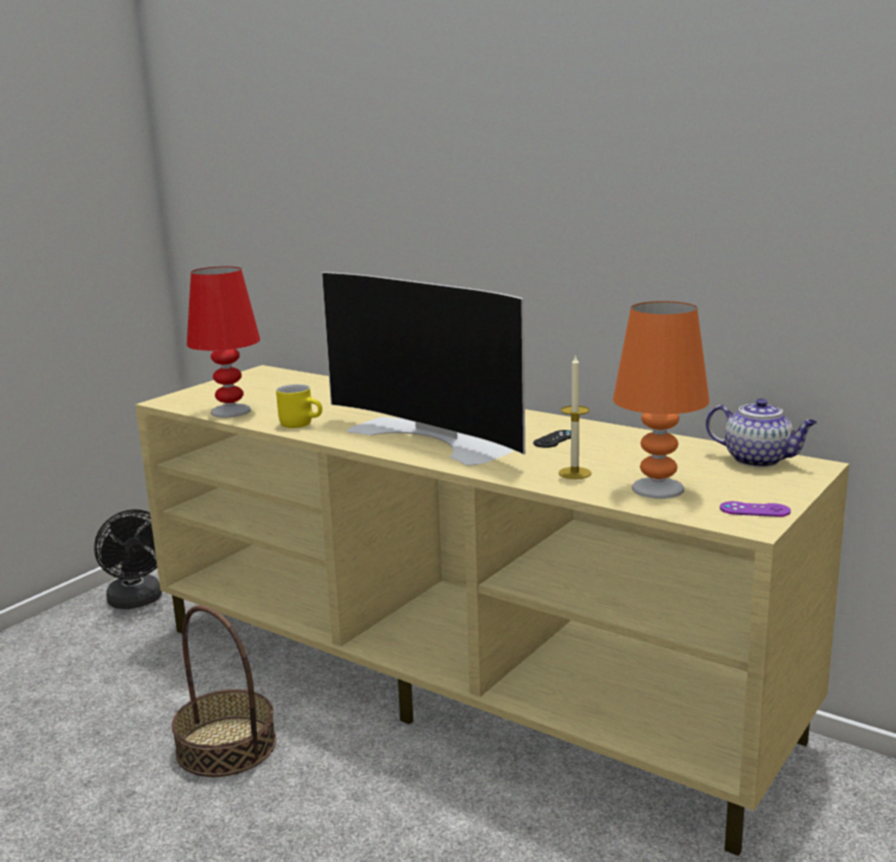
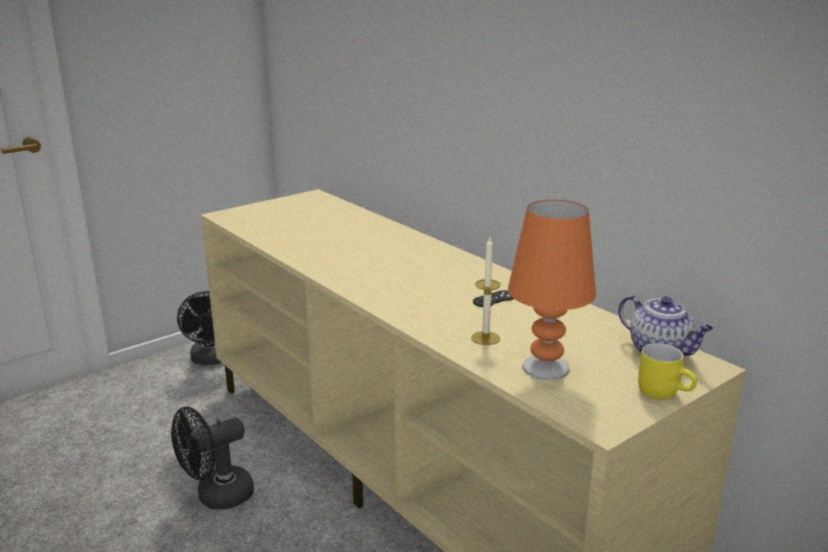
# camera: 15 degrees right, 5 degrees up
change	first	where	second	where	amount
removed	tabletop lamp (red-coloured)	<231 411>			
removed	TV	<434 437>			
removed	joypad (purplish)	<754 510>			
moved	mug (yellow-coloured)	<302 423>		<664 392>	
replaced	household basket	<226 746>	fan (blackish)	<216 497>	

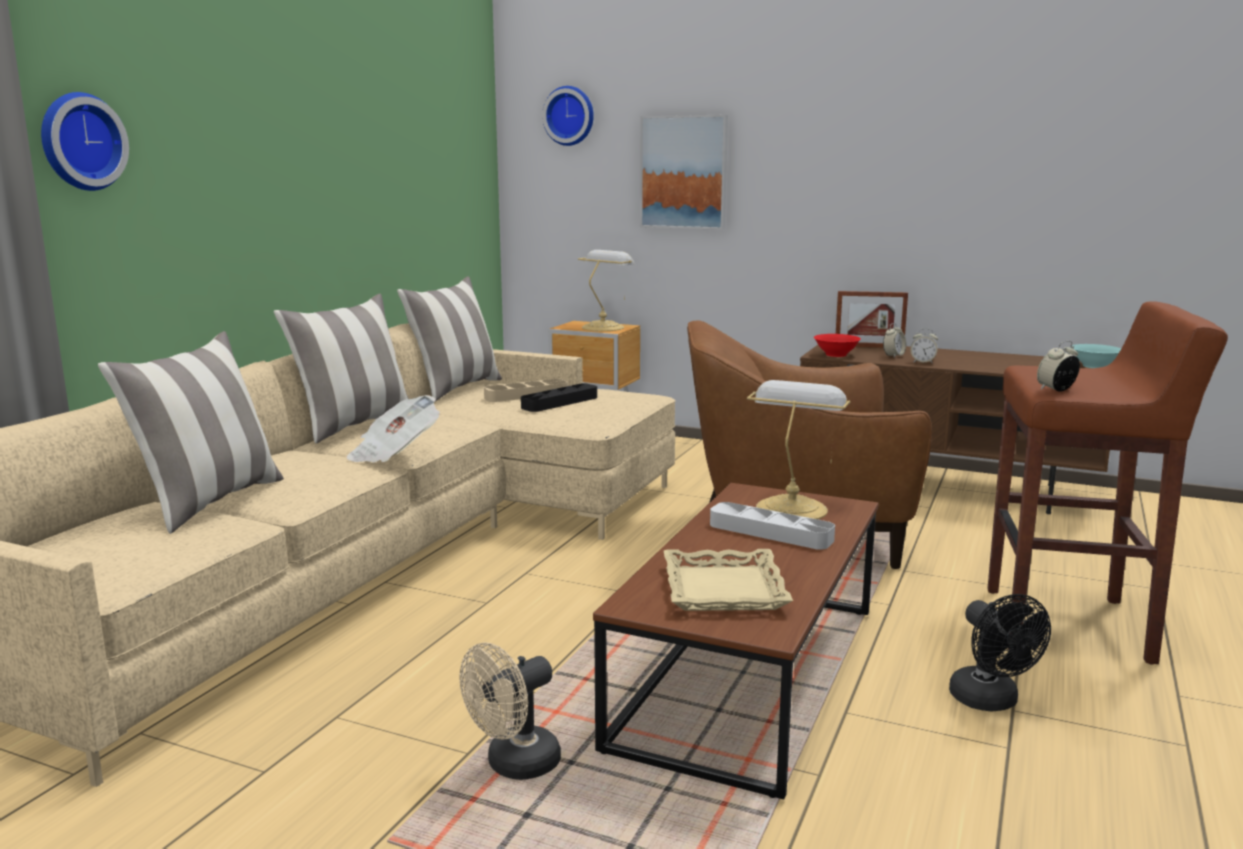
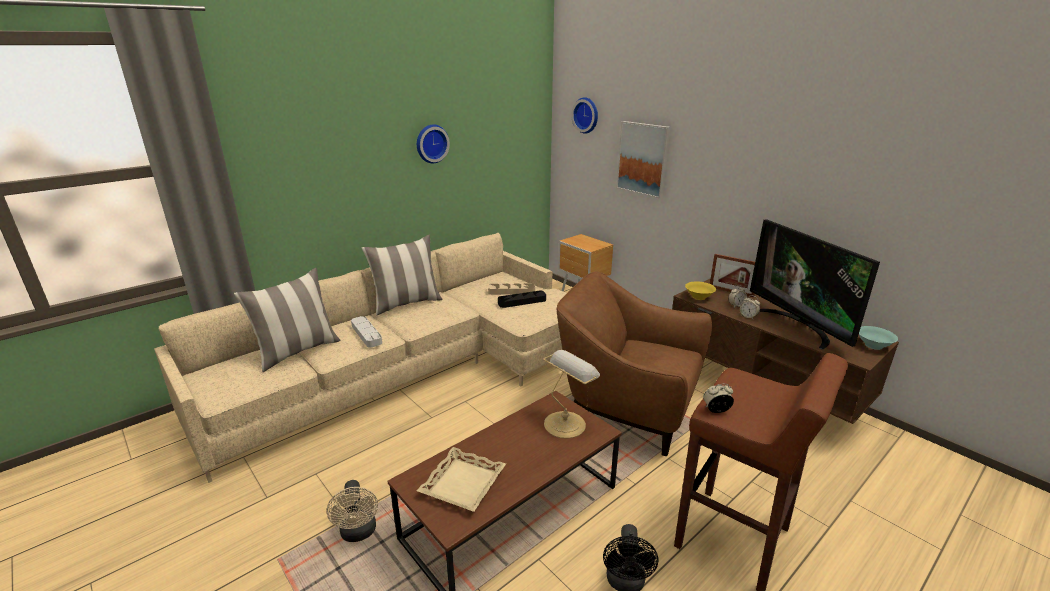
# camera: 25 degrees right, 10 degrees up
change	first	where	second	where	amount
removed	newspaper	<394 454>			
removed	throw pillow	<455 388>			
removed	tabletop lamp	<604 327>			
added			TV	<798 326>	
moved	hanging clock	<79 142>		<431 143>	
moved	tray (greyish)	<770 532>		<366 334>	
recoloured	deep dish (red-coloured)	<835 354>	deep dish (yellow-coloured)	<698 297>	
turned	fan (sand-coloured)	<514 766>		<358 533>	90 degrees counterclockwise

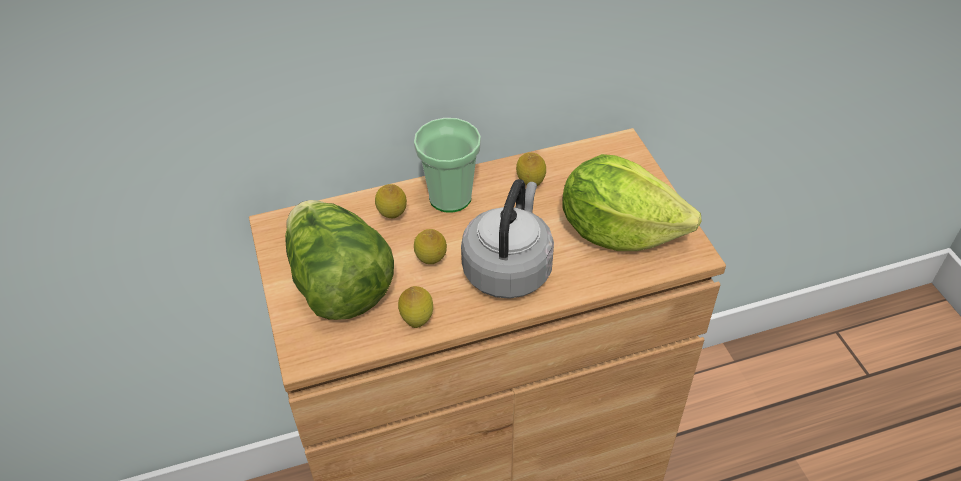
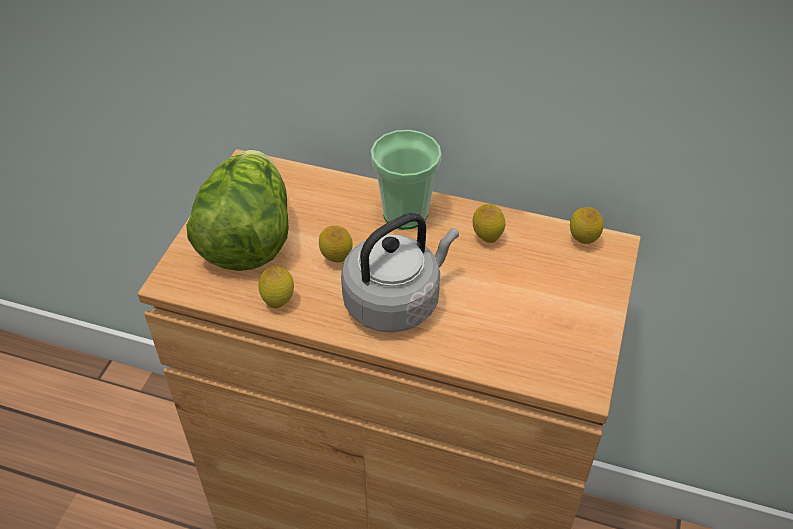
# camera: 35 degrees right, 0 degrees up
change	first	where	second	where	amount
removed	head of lettuce	<618 231>			
moved	citrus fruit	<392 216>		<582 241>	

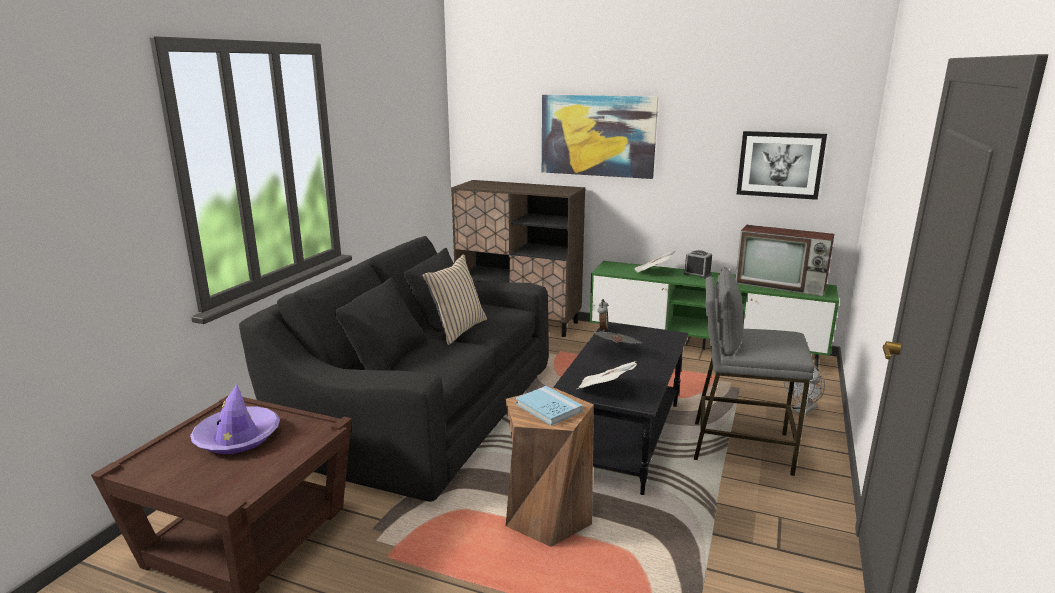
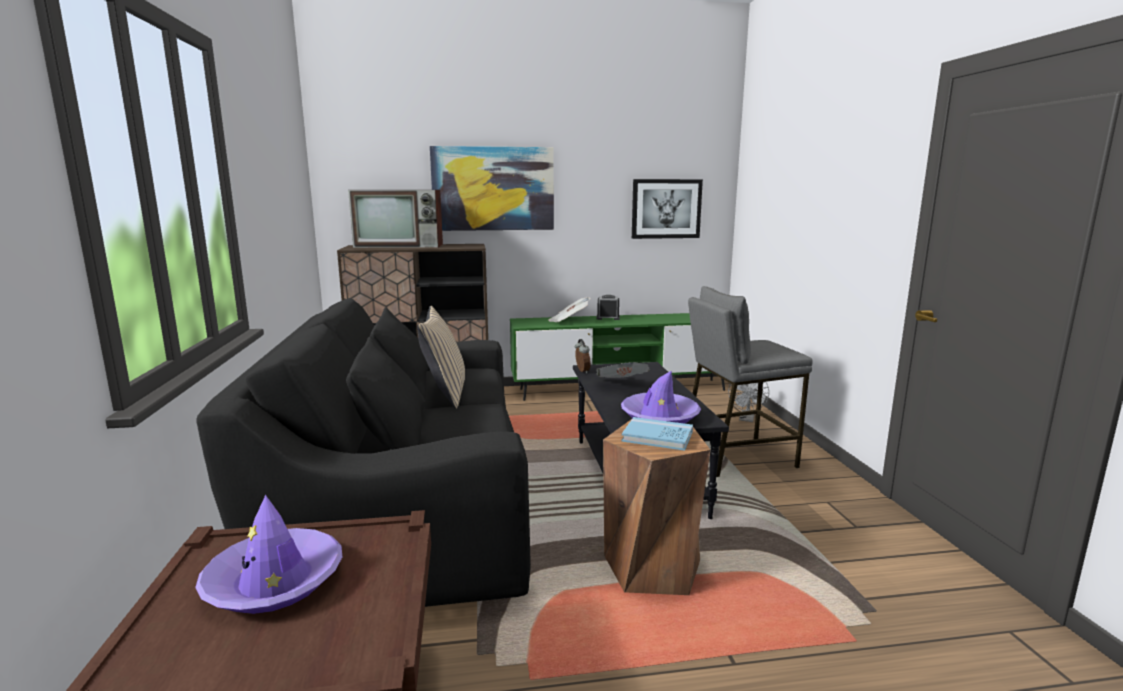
# camera: 30 degrees left, 5 degrees down
change	first	where	second	where	amount
moved	TV	<781 285>		<401 246>	
replaced	newspaper	<605 389>	clothing hat (purplish)	<659 417>	

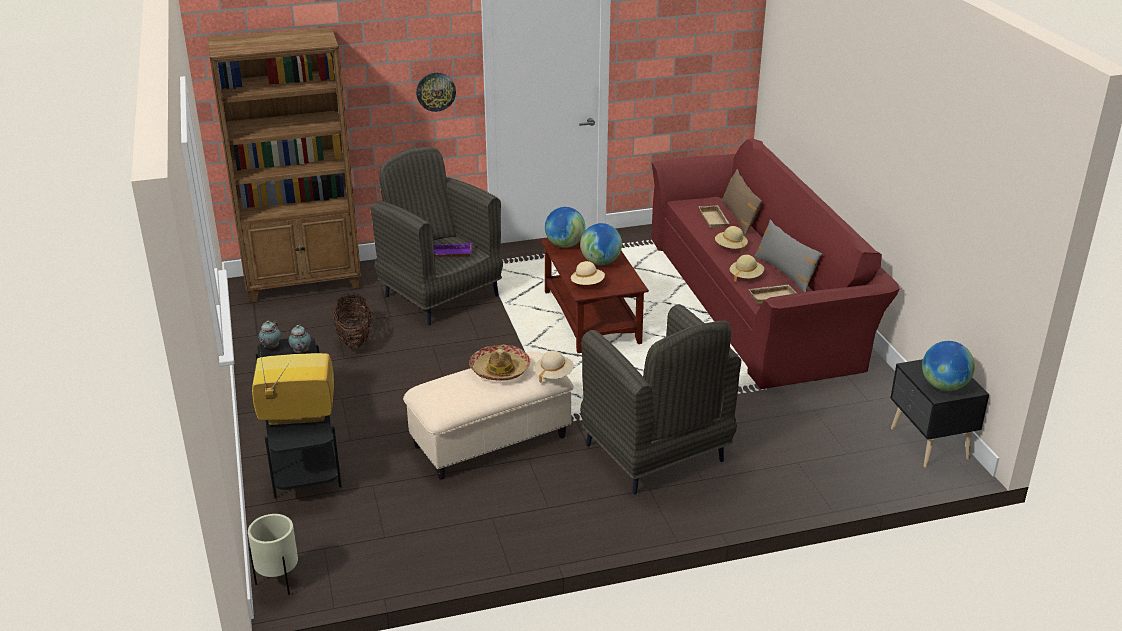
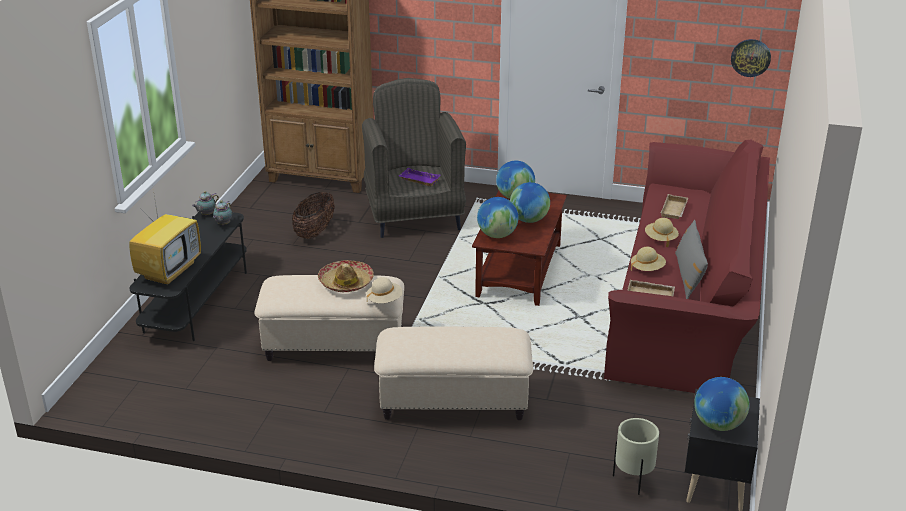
# camera: 30 degrees right, 0 degrees up
change	first	where	second	where	amount
removed	throw pillow (brownish)	<739 218>			
moved	flower pot (sand-coloured)	<279 582>		<633 481>	
moved	hanging clock	<435 91>		<750 57>	
replaced	clothing hat (sand-coloured)	<587 284>	world globe	<497 235>	
replaced	easy chair (greyish)	<656 454>	footrest (sand-coloured)	<453 401>	
turned	TV	<296 416>		<169 271>	90 degrees clockwise

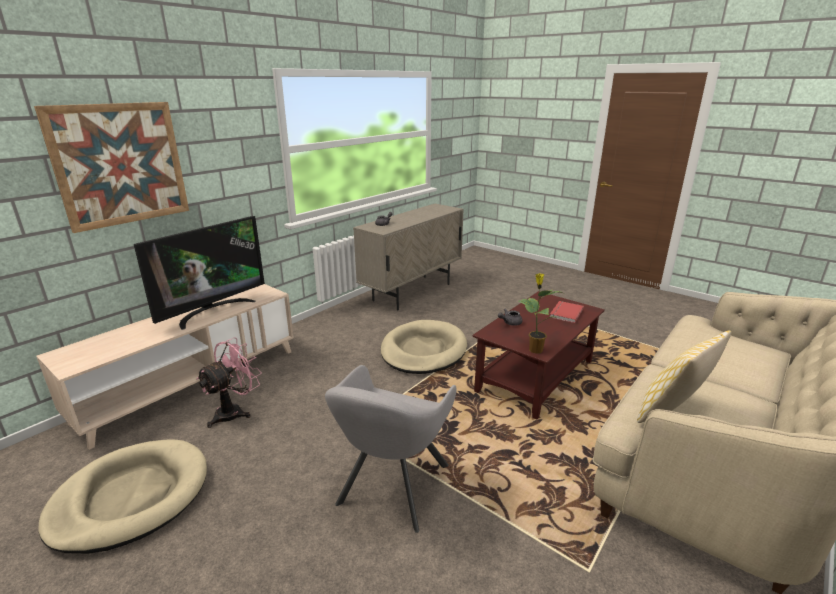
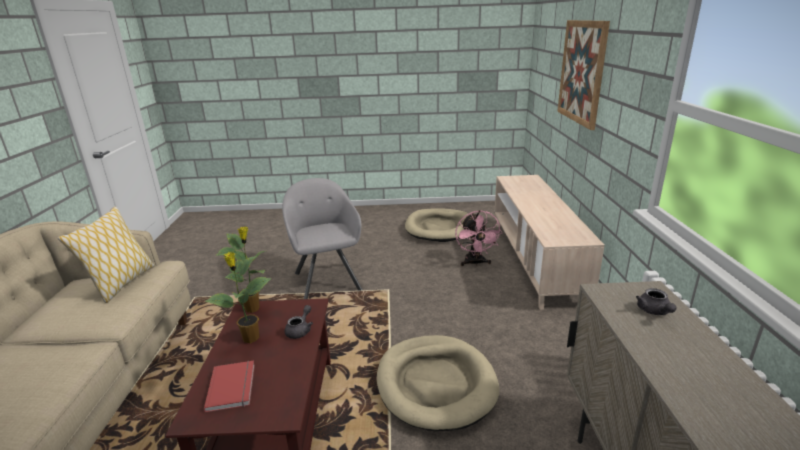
# camera: 140 degrees right, 0 degrees up
change	first	where	second	where	amount
removed	TV	<212 311>			
added			houseplant	<250 338>	

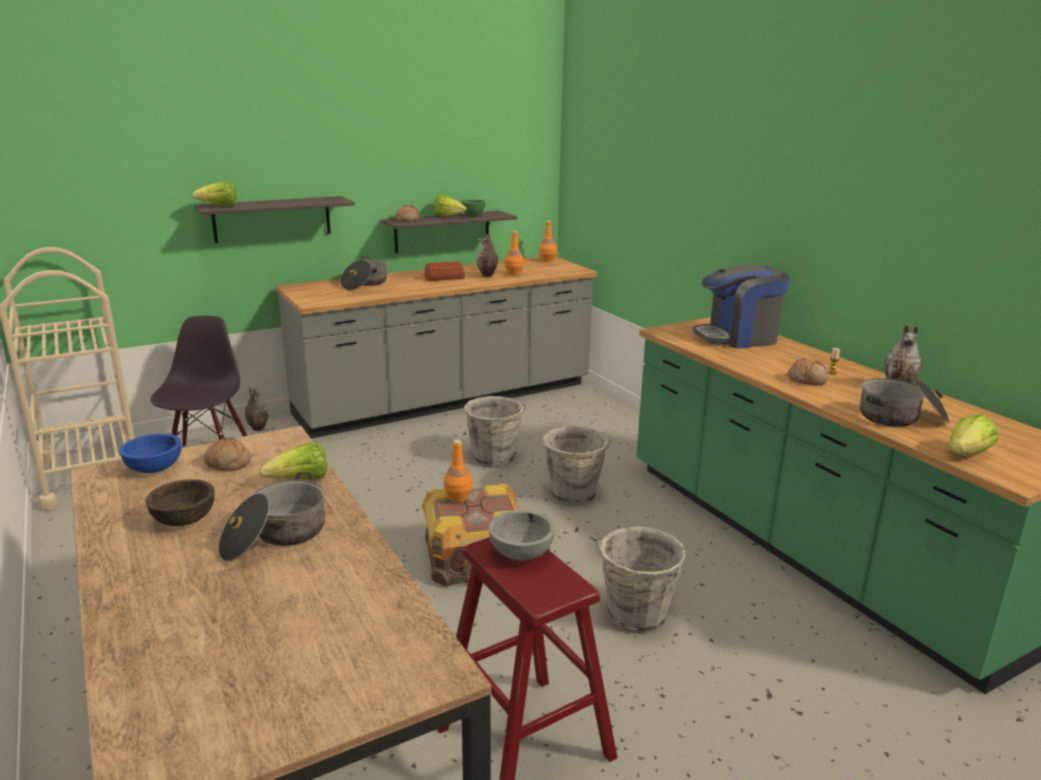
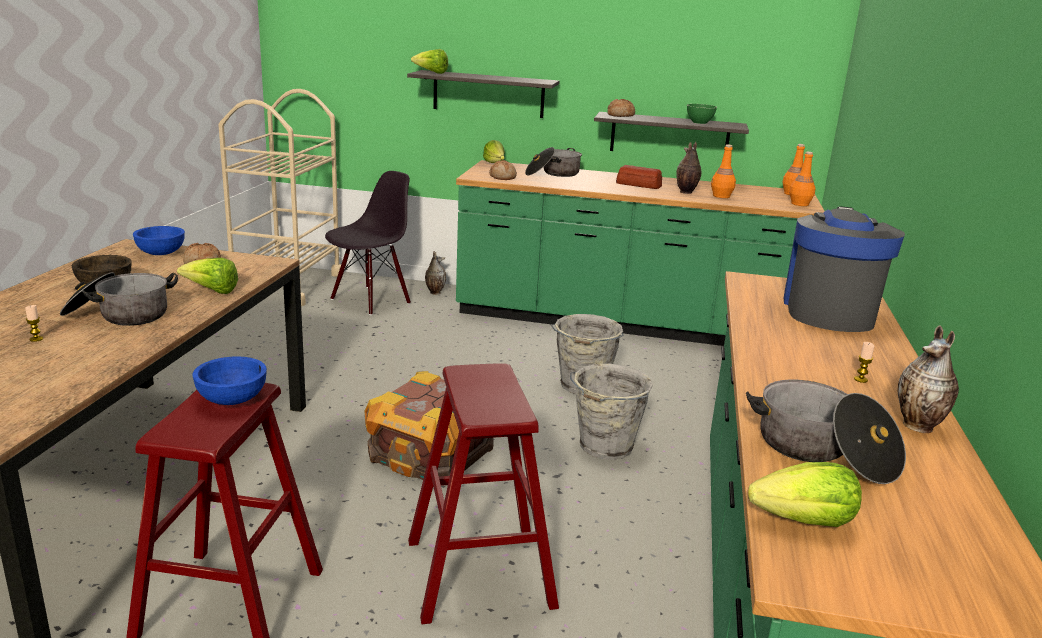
# camera: 40 degrees right, 0 degrees up
change	first	where	second	where	amount
added			wax candle	<36 339>	
moved	head of lettuce	<448 217>		<495 164>	
moved	drink bottle (orange-coloured)	<458 497>		<799 204>	
moved	bakery bread	<807 380>		<502 177>	
replaced	bucket (greyish)	<635 617>	sitting stool (red-coloured)	<479 573>	
recoloured	counter (greyish)	<446 400>	counter (green)	<623 322>	
recoloured	deep dish (greyish)	<521 553>	deep dish (bluish)	<232 400>	
turned	coffee brewer	<738 338>		<829 311>	75 degrees clockwise

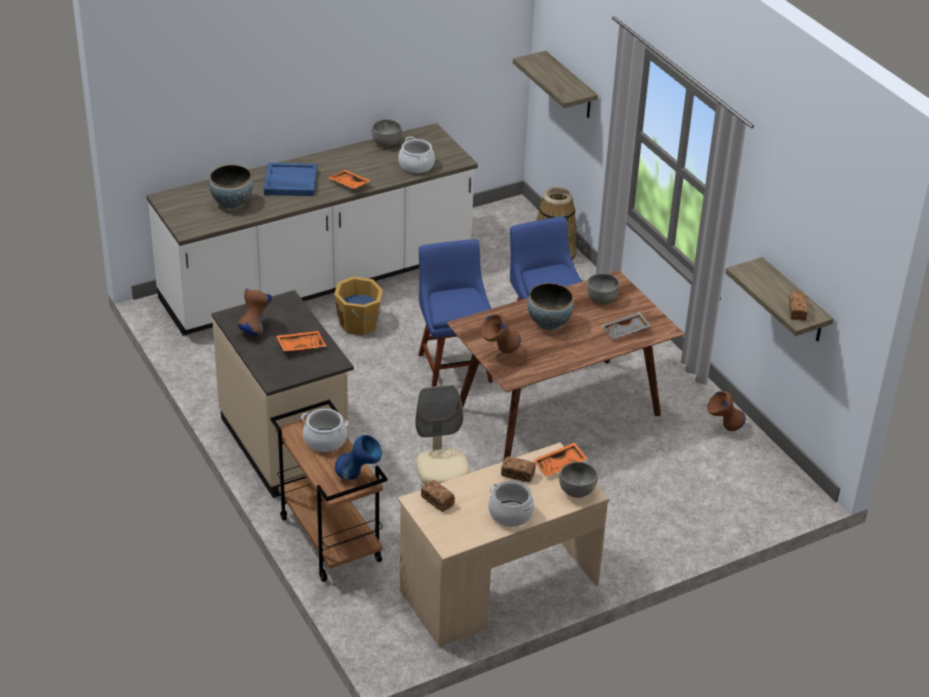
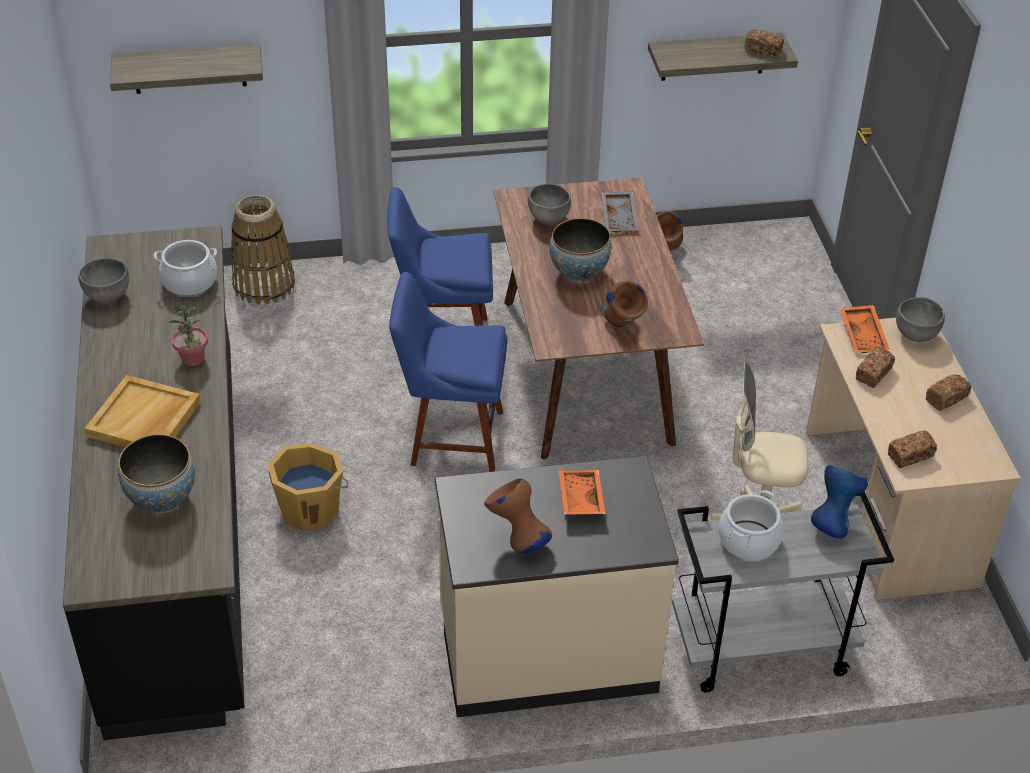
# camera: 70 degrees left, 5 degrees up
change	first	where	second	where	amount
replaced	tray (orange-coloured)	<348 184>	houseplant	<193 359>	
replaced	saucepot	<511 514>	bakery bread	<946 398>	
recoloured	counter (white-coloured)	<318 280>	counter (blackish)	<178 529>	
recoloured	tray (bluish)	<290 182>	tray (sand-coloured)	<144 420>	
recoloured	cart (brownish)	<328 539>	cart (greyish)	<760 649>	

